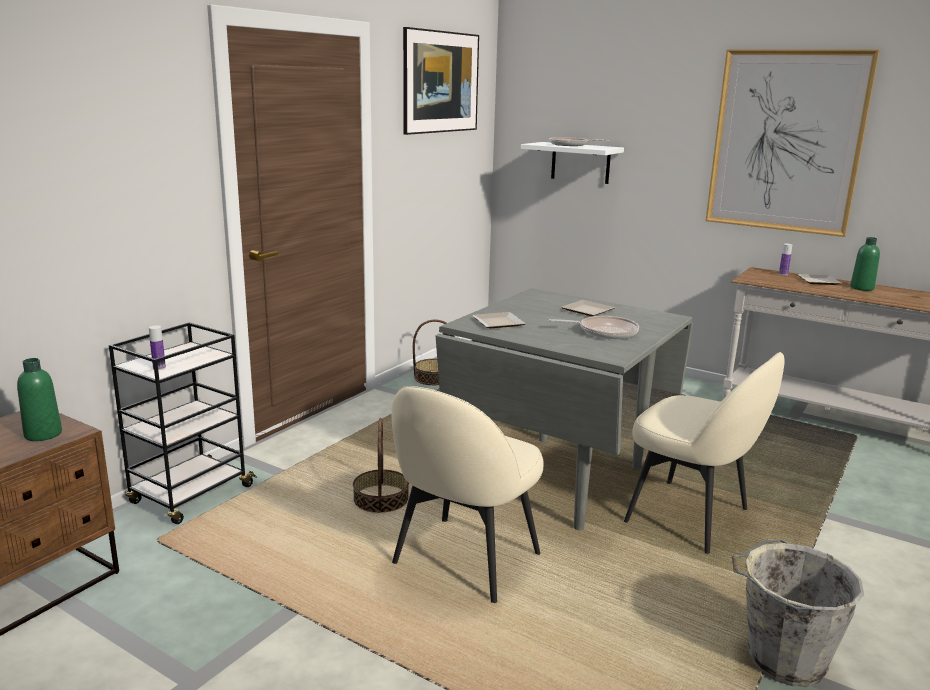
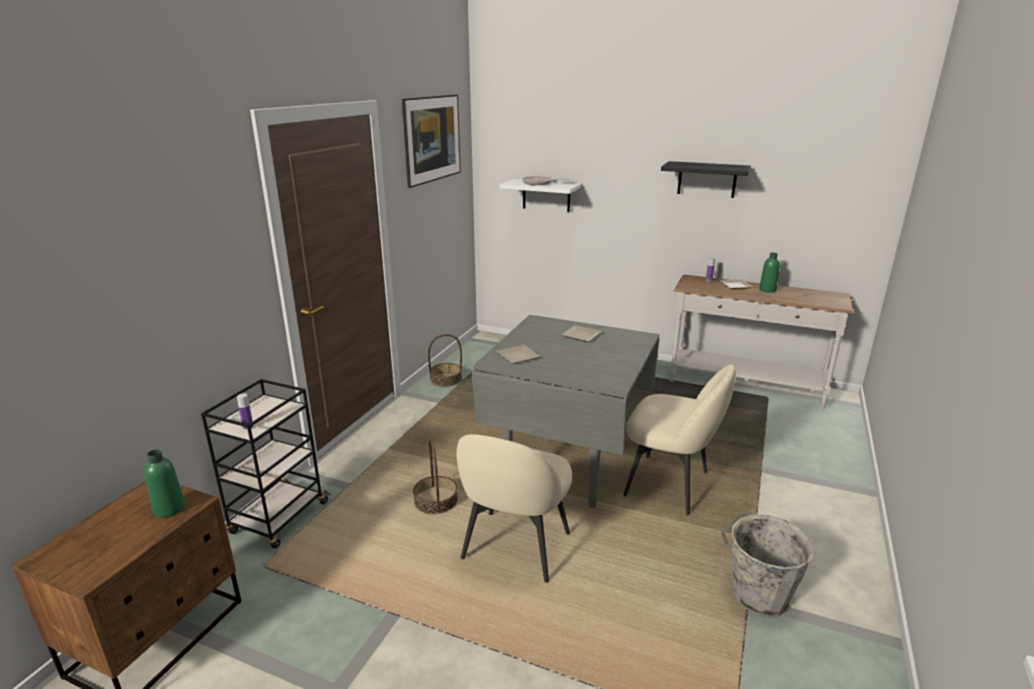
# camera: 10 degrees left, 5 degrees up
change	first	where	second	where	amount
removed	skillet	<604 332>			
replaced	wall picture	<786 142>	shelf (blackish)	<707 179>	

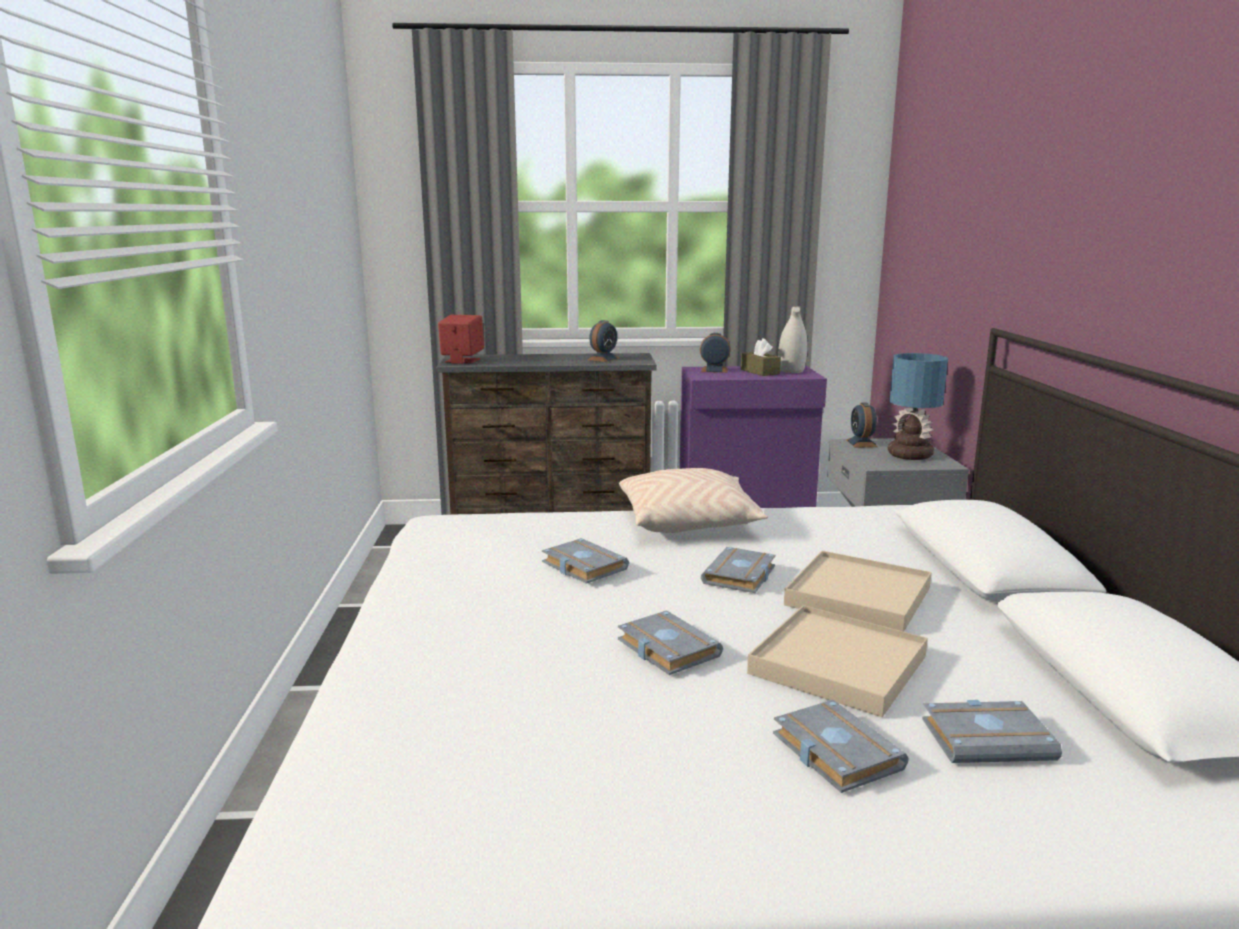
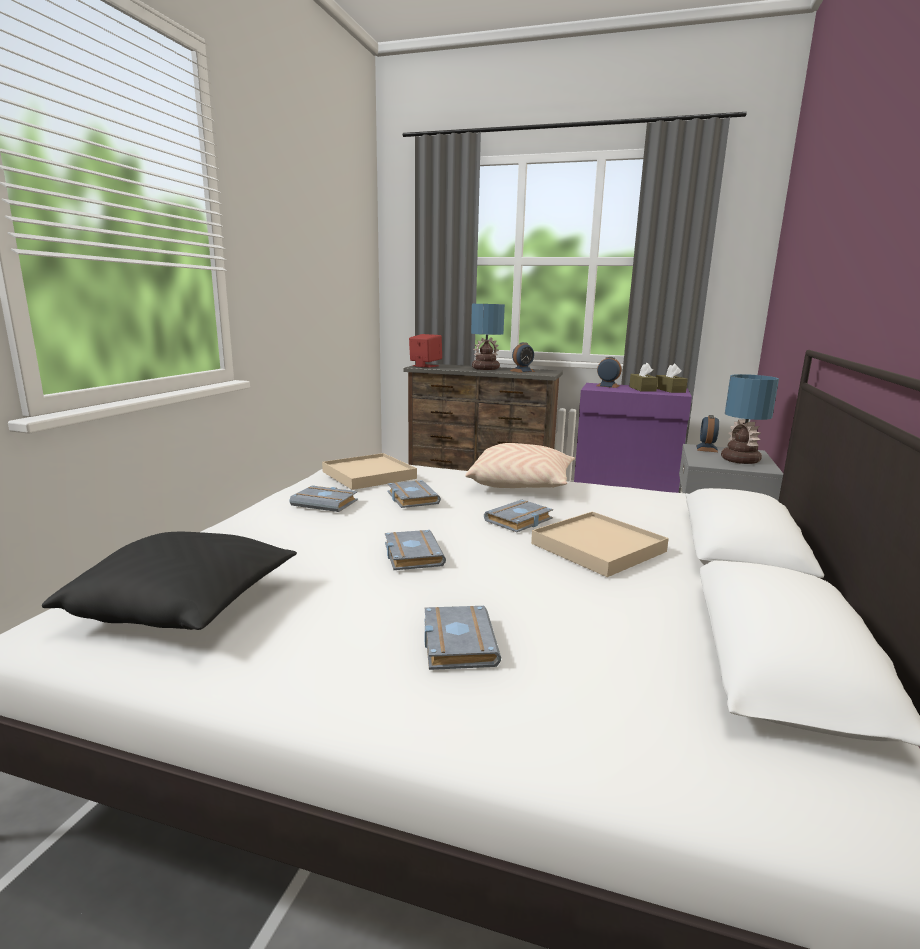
# camera: 20 degrees right, 0 degrees up
change	first	where	second	where	amount
added			throw pillow (blackish)	<185 605>	
added			tabletop lamp	<486 368>	
moved	tray (sand-coloured)	<838 665>		<369 475>	
moved	bound book (greyish)	<988 739>		<326 503>	
replaced	flower vase (white-coloured)	<791 370>	tissue holder (brownish)	<669 390>	

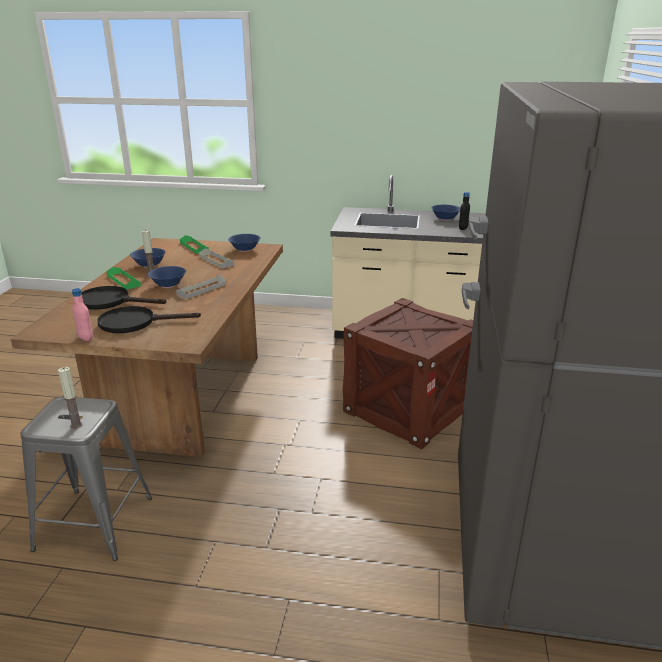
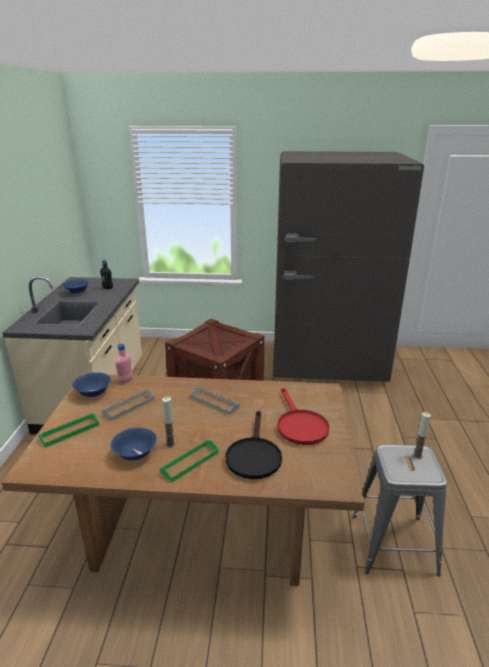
# camera: 95 degrees left, 0 degrees up
change	first	where	second	where	amount
removed	deep dish (bluish)	<168 285>			
moved	drink bottle (pink)	<85 338>		<125 381>	
recoloured	skillet (blackish)	<135 322>	skillet (red-coloured)	<299 425>	

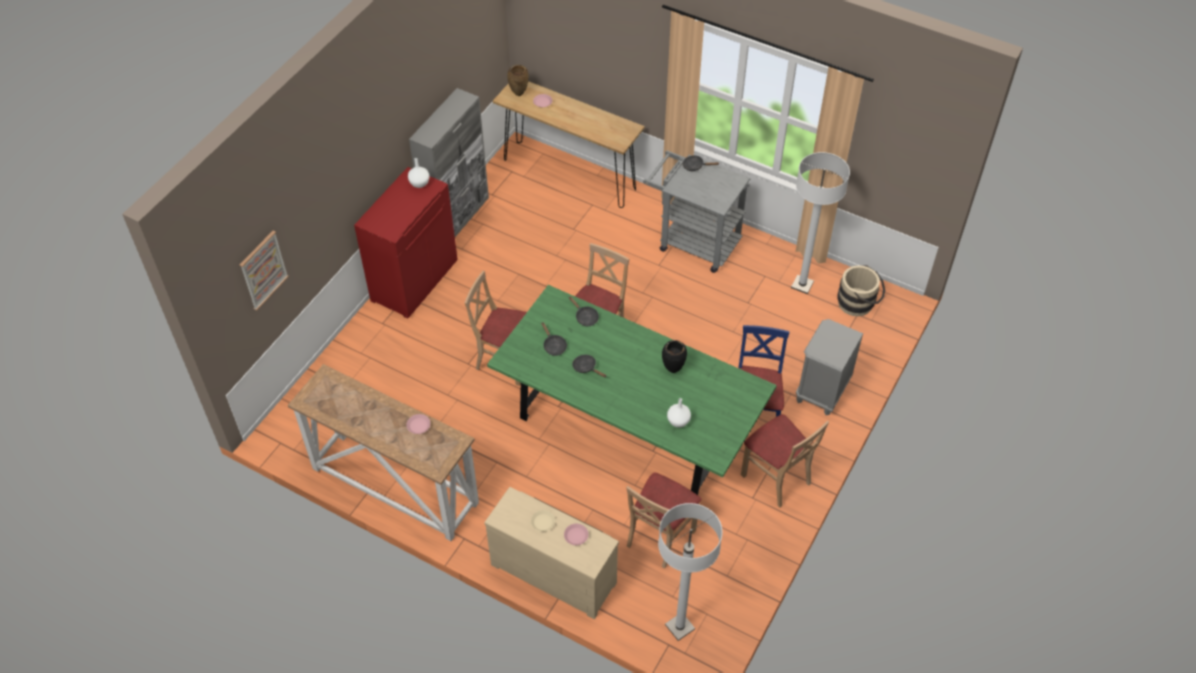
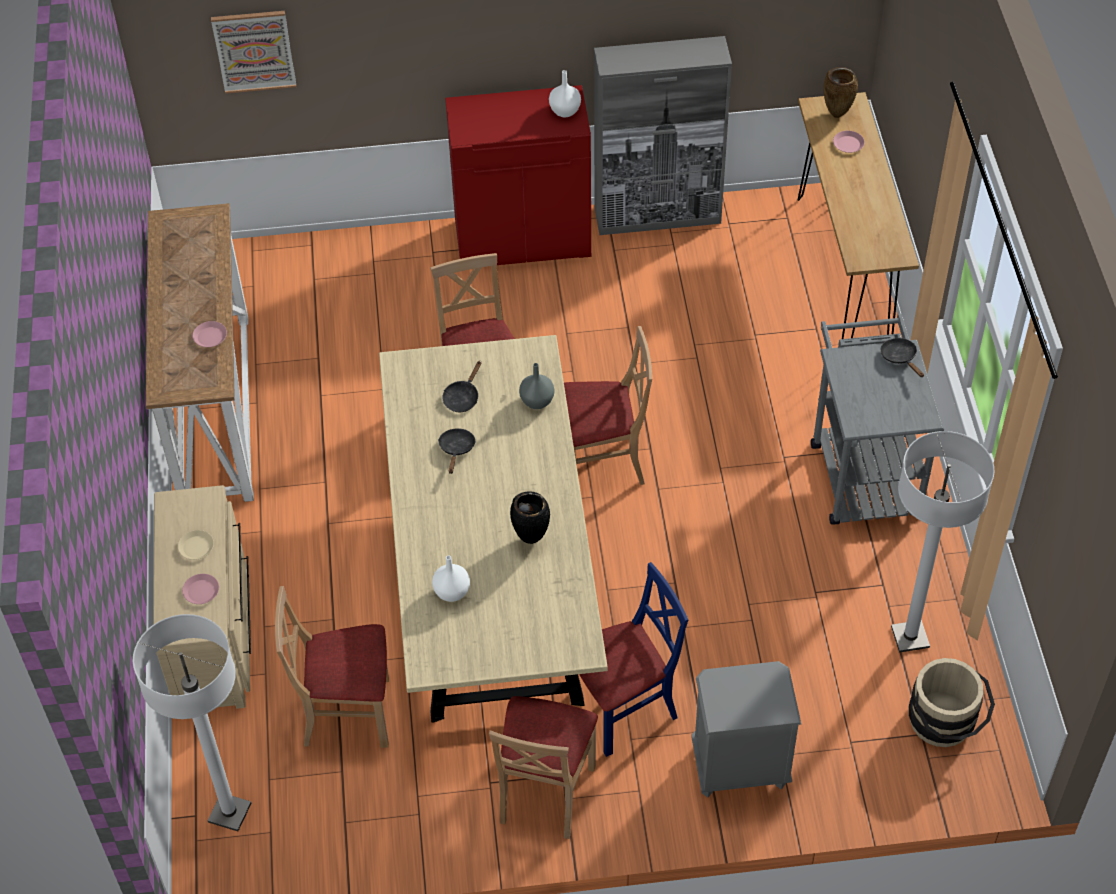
# camera: 55 degrees right, 0 degrees up
change	first	where	second	where	amount
replaced	skillet (blackish)	<585 317>	flower vase (greyish)	<536 401>	
recoloured	dinner table (green)	<629 425>	dinner table (sand-coloured)	<491 580>	

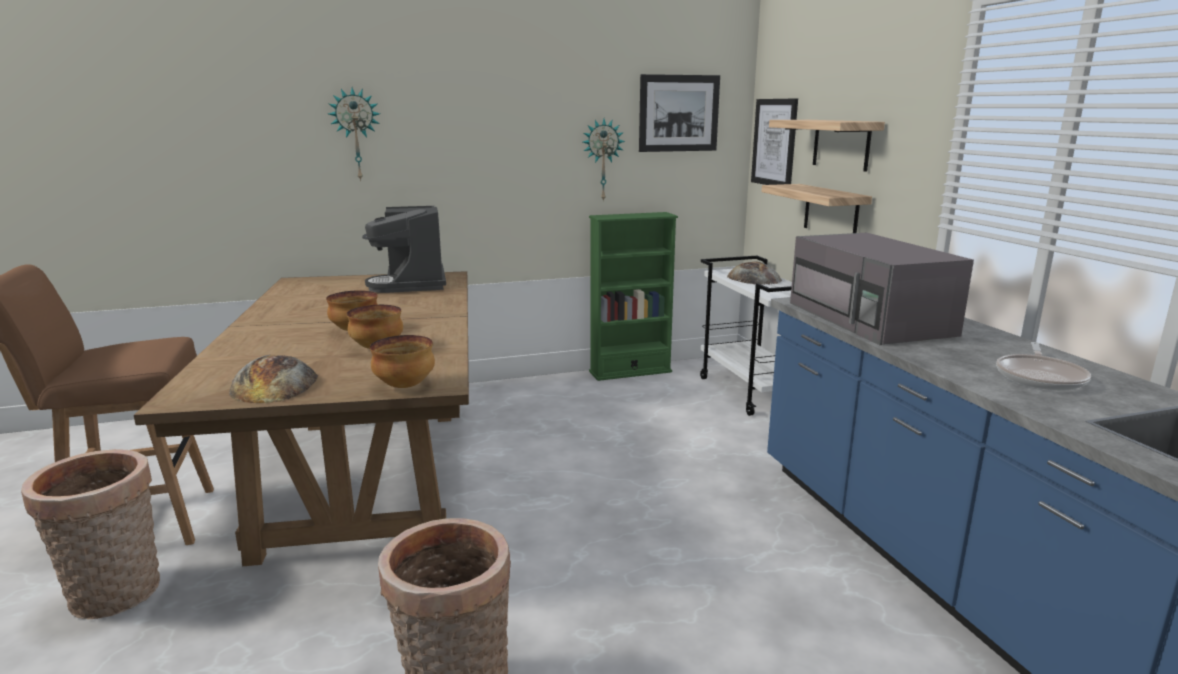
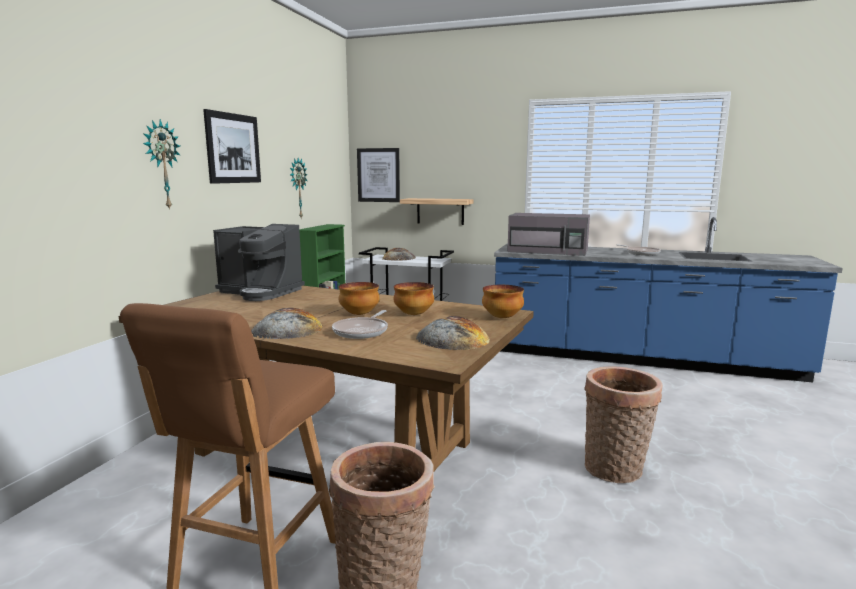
# camera: 55 degrees left, 5 degrees down
change	first	where	second	where	amount
removed	shelf	<841 144>			
added			bakery bread	<287 330>	
added			skillet	<362 331>	
moved	wall picture	<679 113>		<233 148>	

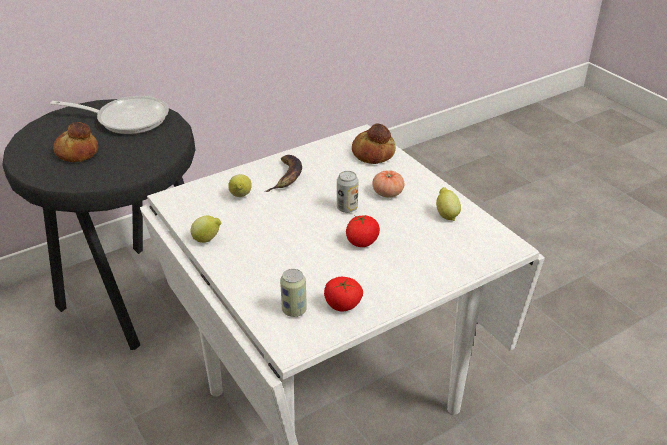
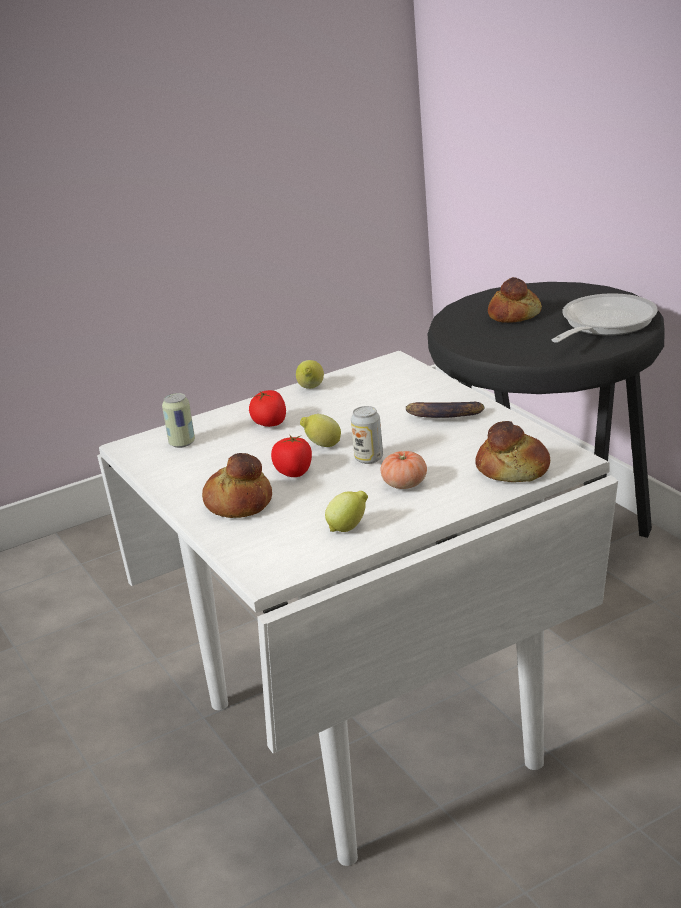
# camera: 95 degrees right, 10 degrees down
change	first	where	second	where	amount
added			bakery bread	<237 503>	
moved	citrus fruit	<240 197>		<322 446>	
moved	whole tomato	<342 305>		<270 424>	
turned	skillet	<127 119>		<603 324>	150 degrees counterclockwise

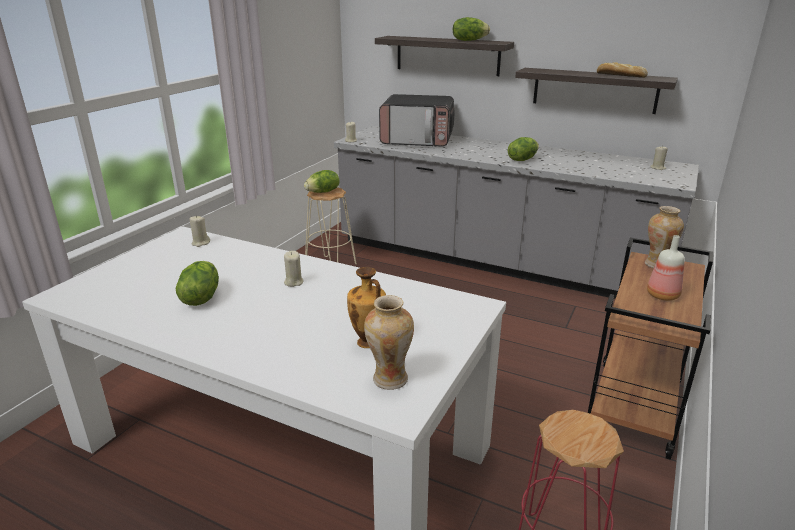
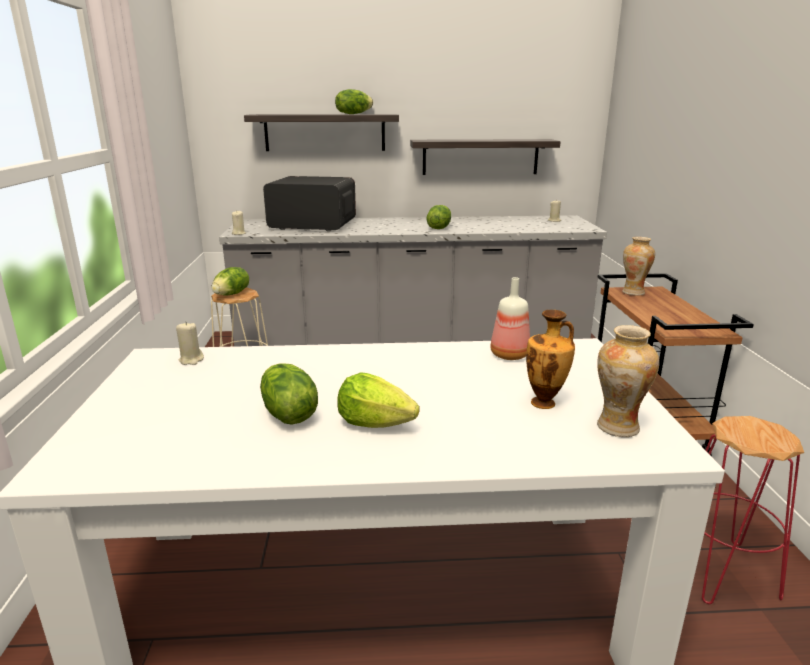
# camera: 30 degrees left, 5 degrees down
change	first	where	second	where	amount
removed	wax candle (sand-coloured)	<293 282>			
removed	bakery bread	<619 75>			
added			head of lettuce	<374 423>	
moved	drink bottle	<661 295>		<508 355>	
turned	microwave oven	<417 140>		<312 225>	150 degrees counterclockwise

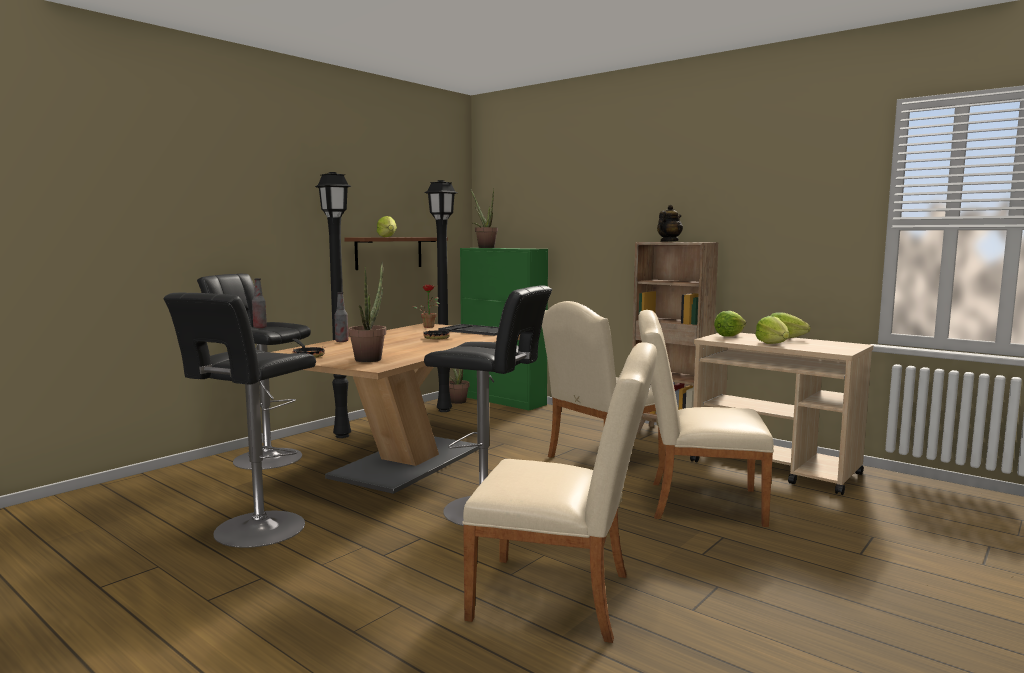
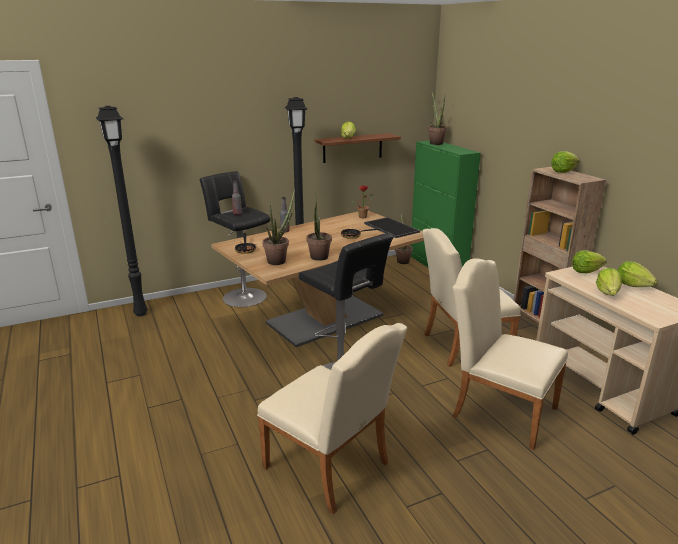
# camera: 25 degrees right, 15 degrees up
change	first	where	second	where	amount
removed	sitting stool (blackish)	<255 531>			
added			houseplant	<319 259>	
moved	standing lamp (blackish)	<444 410>		<141 313>	
replaced	teapot	<668 241>	head of lettuce	<563 171>	

